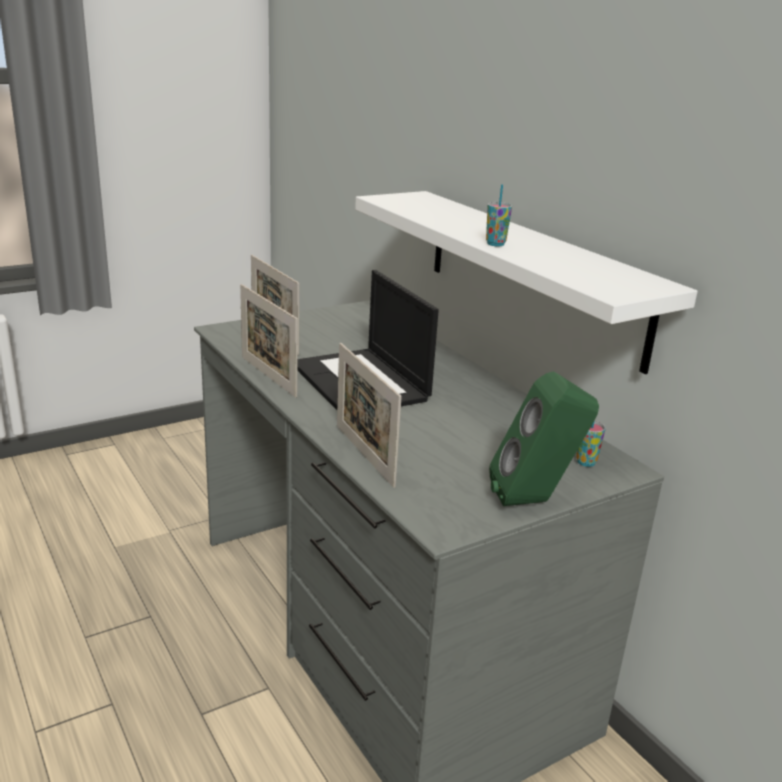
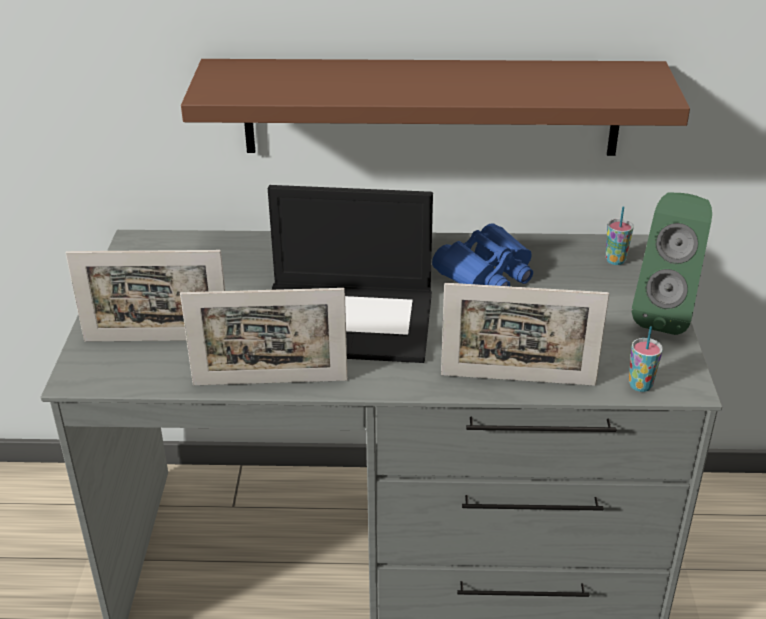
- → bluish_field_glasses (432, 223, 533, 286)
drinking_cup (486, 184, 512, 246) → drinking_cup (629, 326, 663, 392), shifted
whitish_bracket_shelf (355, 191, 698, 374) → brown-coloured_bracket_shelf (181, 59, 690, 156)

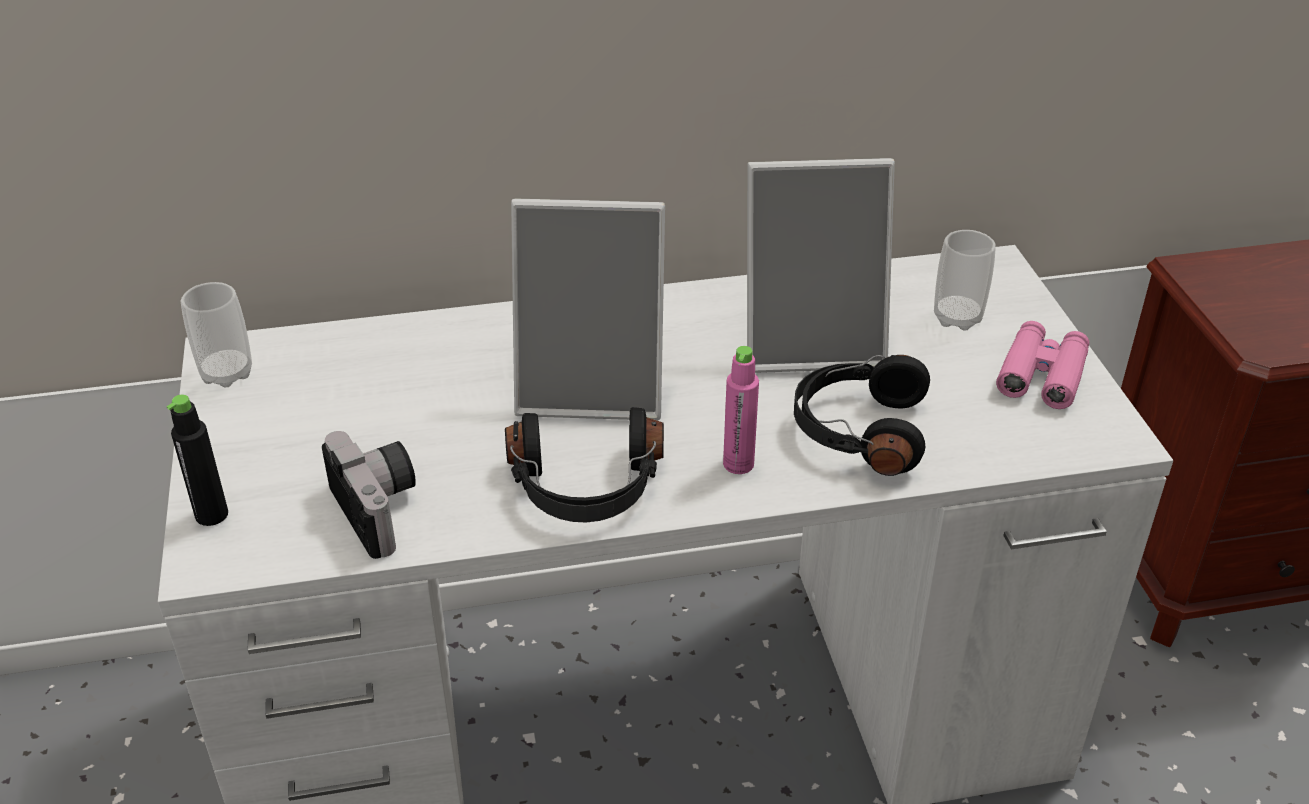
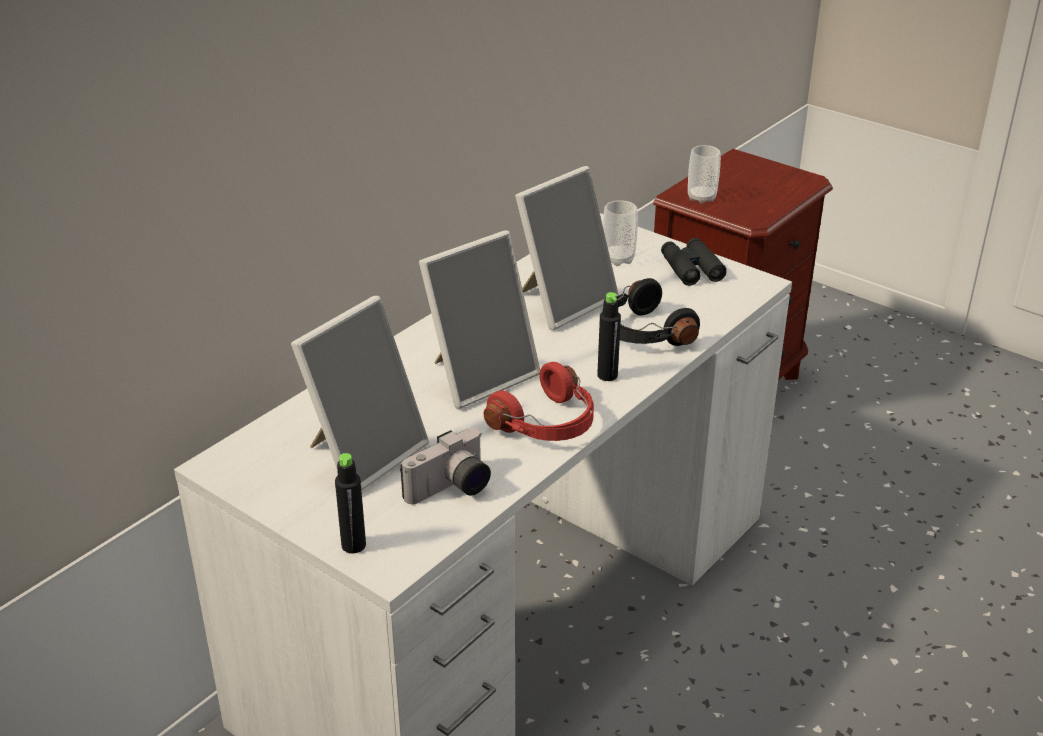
- → photo_frame (291, 296, 429, 491)
drinking_cup (180, 282, 252, 388) → drinking_cup (688, 145, 721, 204), shifted
black_headphones (505, 407, 664, 522) → red_headphones (484, 362, 594, 441)
pink_beverage_bottle (723, 346, 759, 474) → black_beverage_bottle (597, 292, 621, 381)
pink_field_glasses (996, 321, 1089, 409) → black_field_glasses (661, 238, 727, 286)
photo_camera (322, 431, 416, 559) → photo_camera (400, 428, 491, 504), 120 degrees clockwise

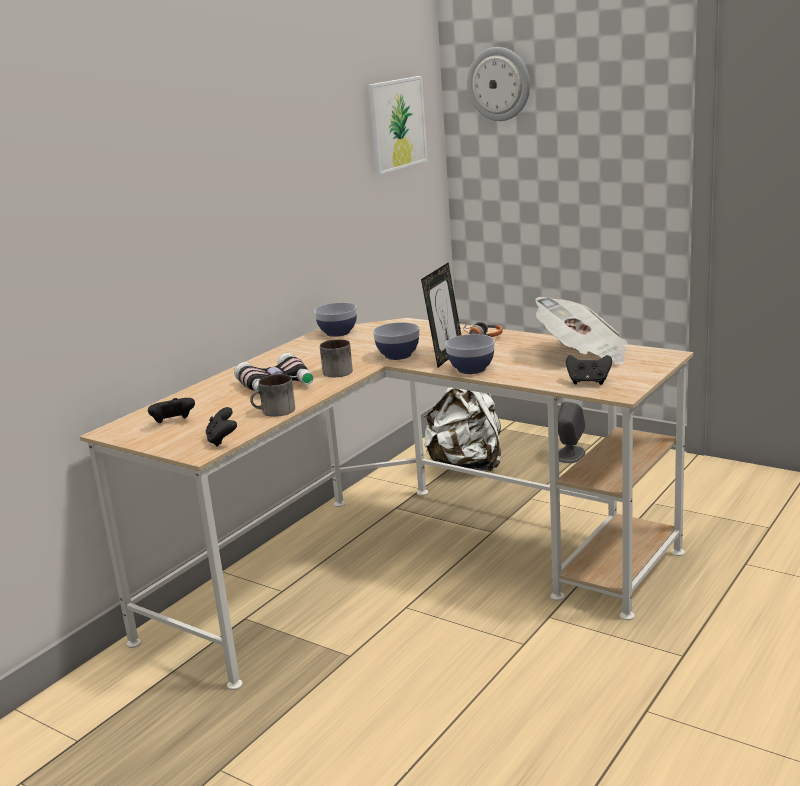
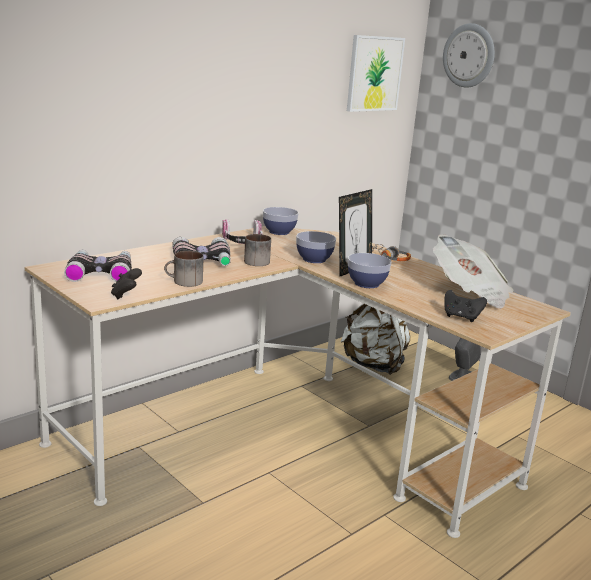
- → headphones (222, 219, 263, 244)
black_joypad (148, 398, 195, 423) → field_glasses (64, 250, 132, 282)

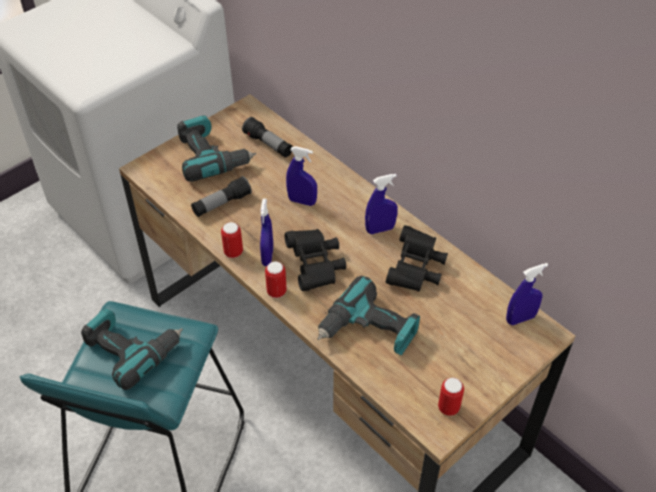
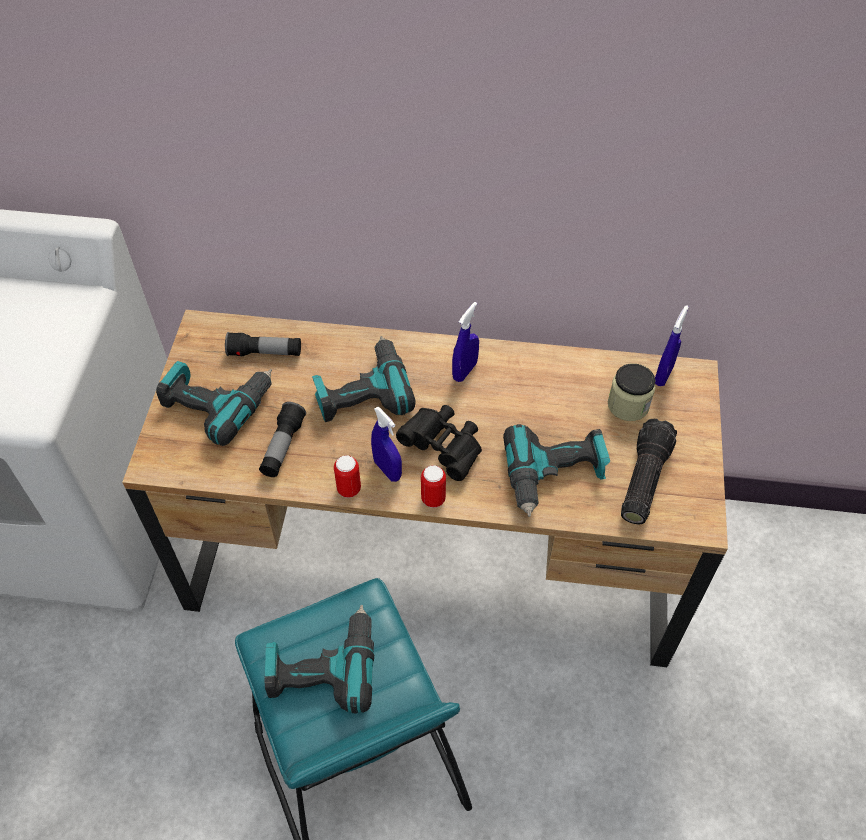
black_field_glasses (386, 225, 448, 292) → -
sealed_can (438, 378, 464, 416) → -
- → storage_jar (608, 364, 655, 421)
- → flashlight (621, 419, 677, 524)
bluish_spray_bottle (286, 146, 317, 206) → electric_drill (312, 336, 416, 422)

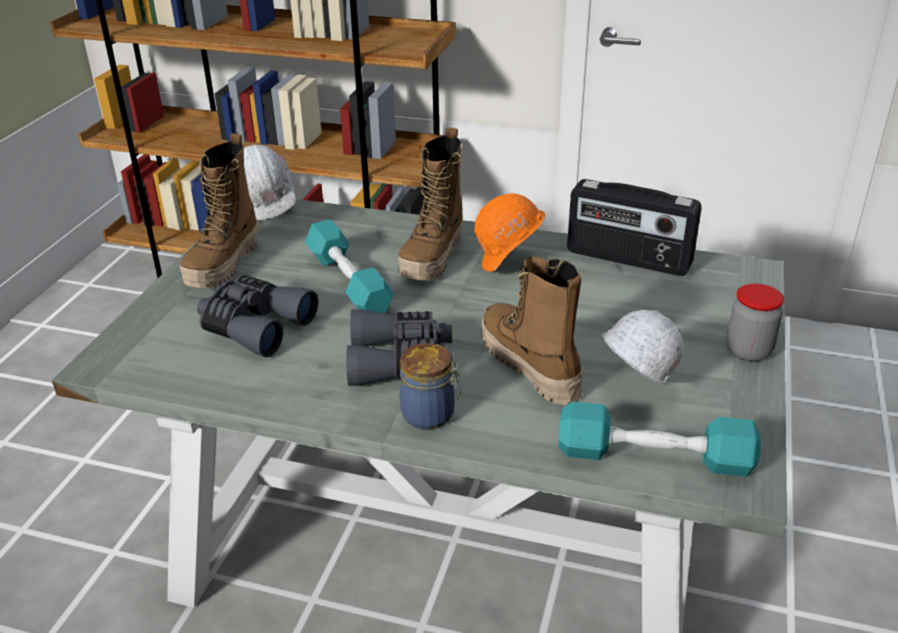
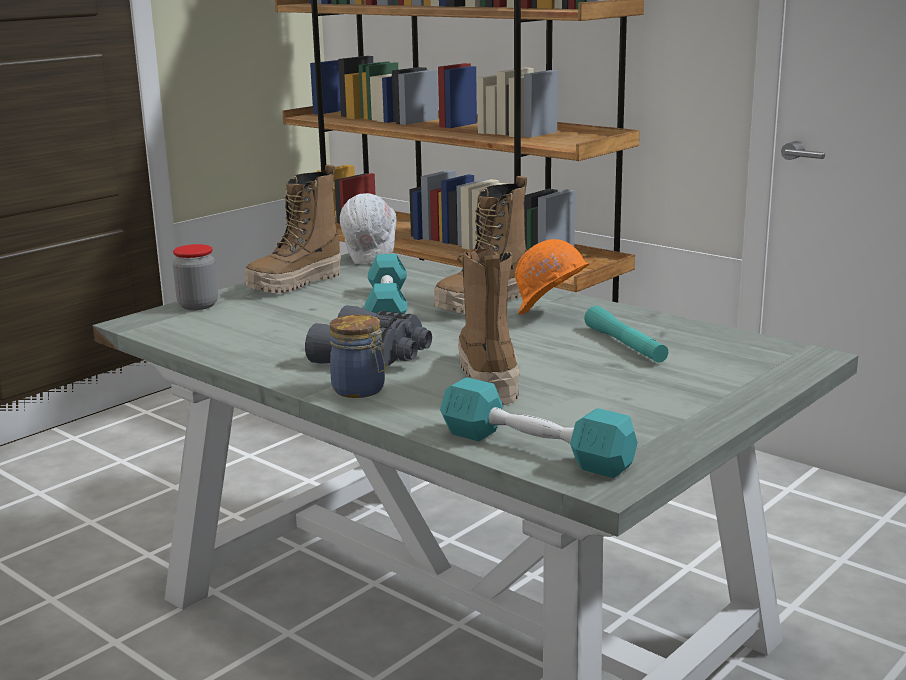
gray_field_glasses (197, 275, 319, 358) → -
radio_set (567, 179, 702, 276) → -
whitish_work_helmet (602, 310, 684, 384) → -
- → turquoise-coloured_flashlight (584, 306, 668, 363)
storage_jar (726, 284, 784, 362) → storage_jar (173, 244, 218, 310), shifted

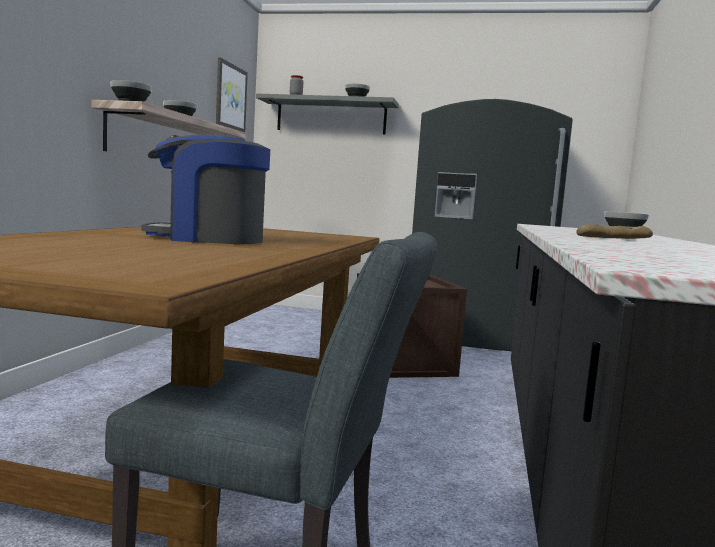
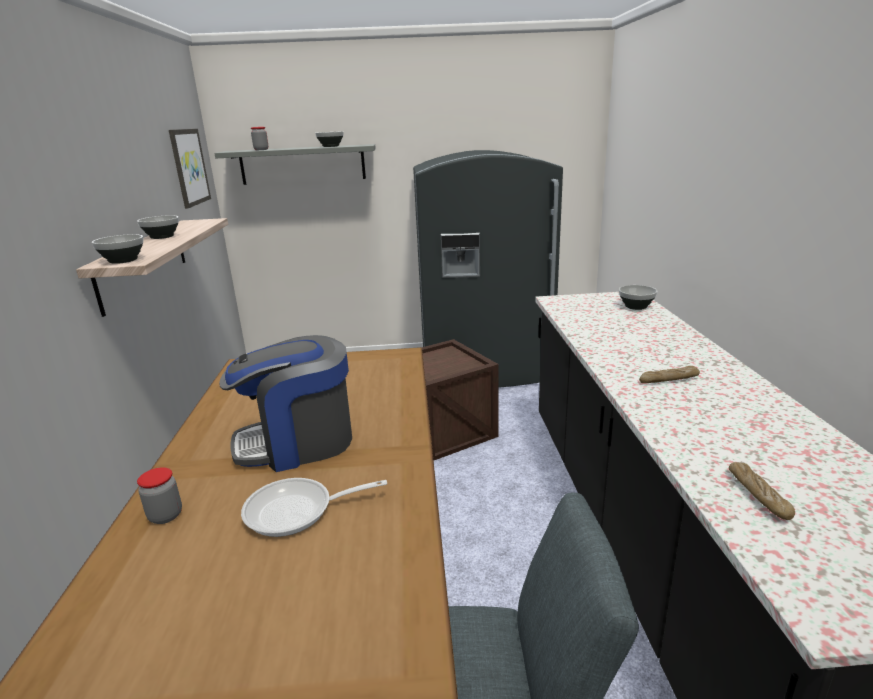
- → storage_jar (137, 467, 182, 524)
- → pan (241, 478, 387, 537)
- → bakery_bread (729, 462, 795, 520)

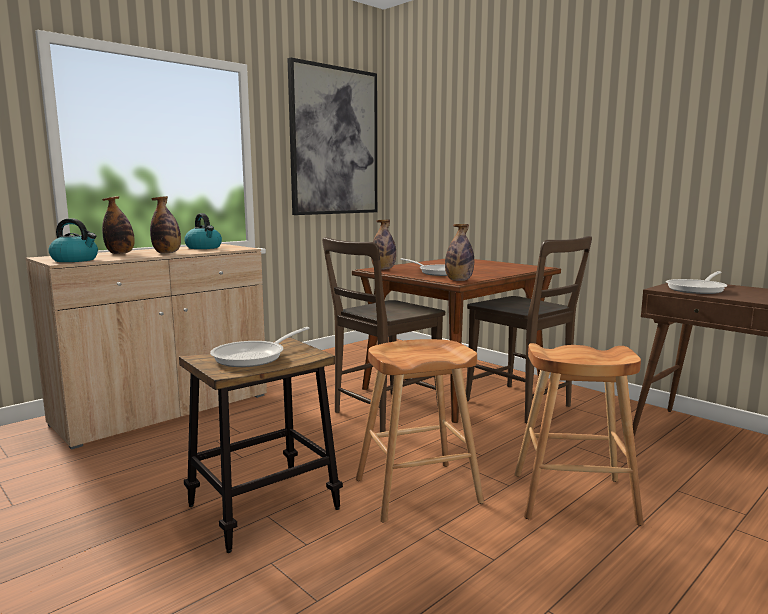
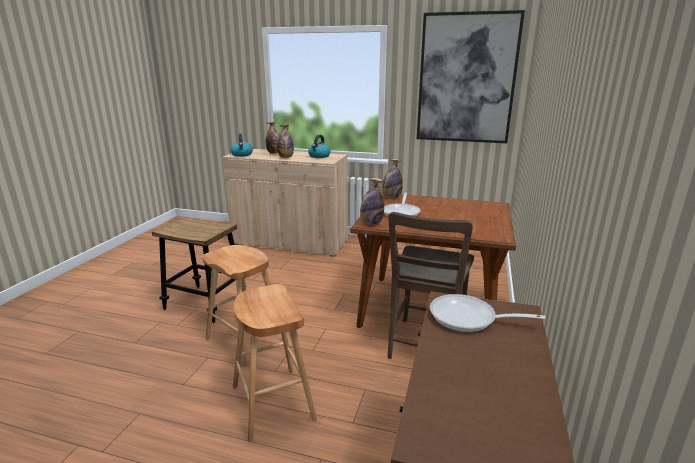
pan (210, 327, 310, 367) → -
brown-coloured_plain_chair (322, 237, 445, 432) → -

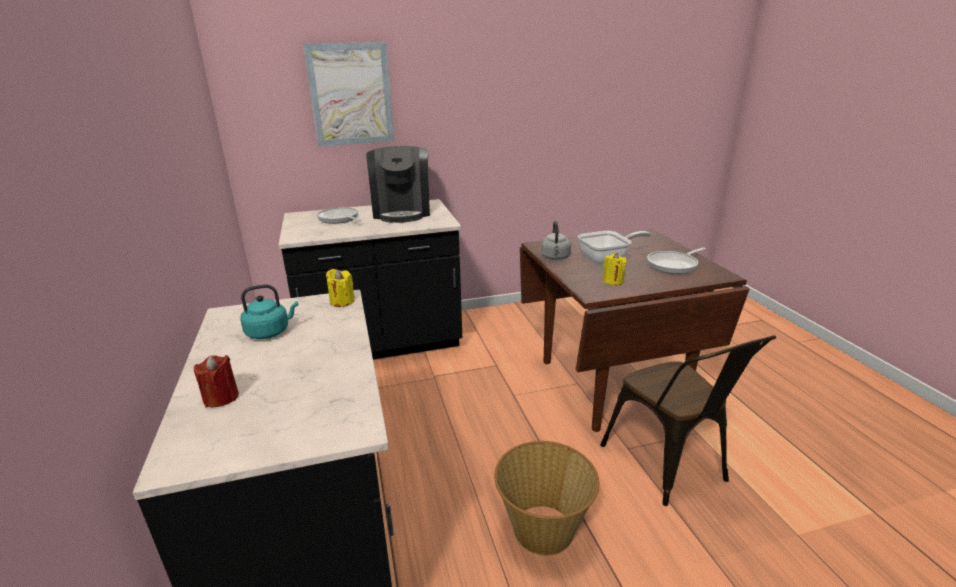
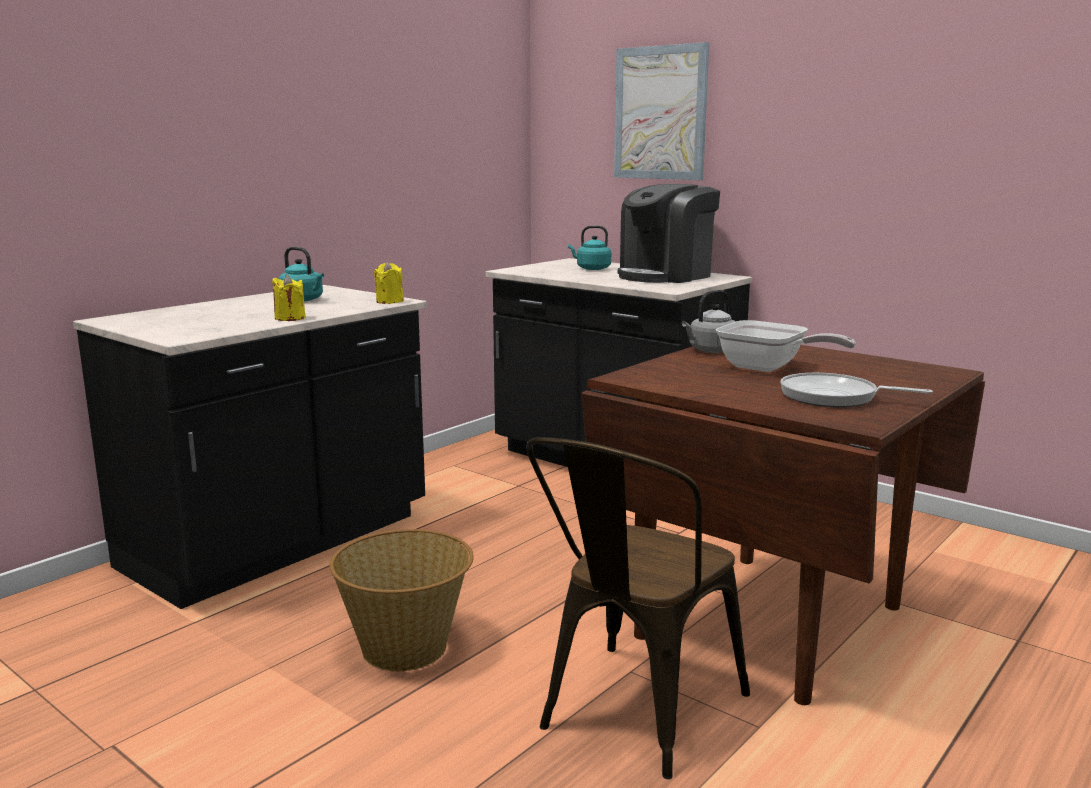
red_wax_light (194, 355, 239, 408) → -
yellow-coloured_wax_light (603, 253, 627, 285) → yellow-coloured_wax_light (272, 275, 305, 321), shifted
pan (317, 207, 362, 224) → turquoise-coloured_water_kettle (568, 225, 611, 270)

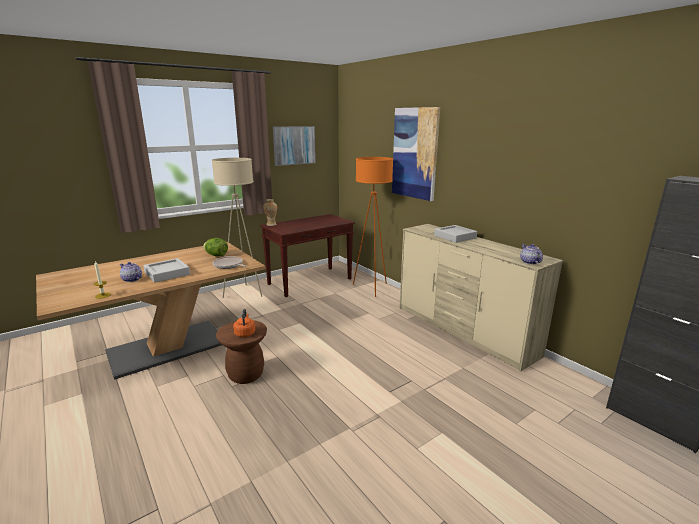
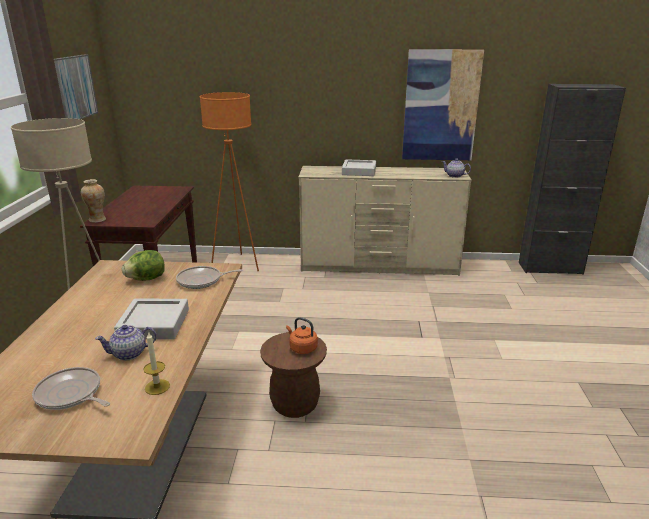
- → pan (32, 367, 110, 410)
wall_art (392, 107, 440, 201) → wall_art (402, 49, 484, 160), shifted

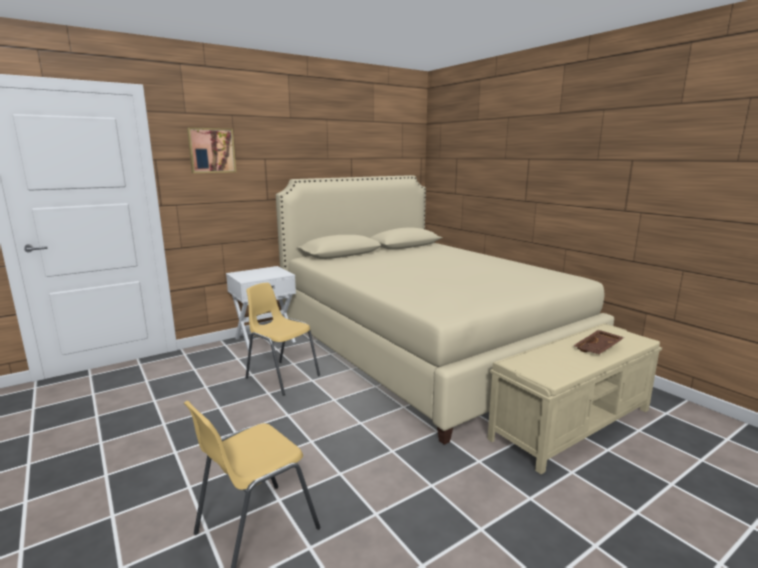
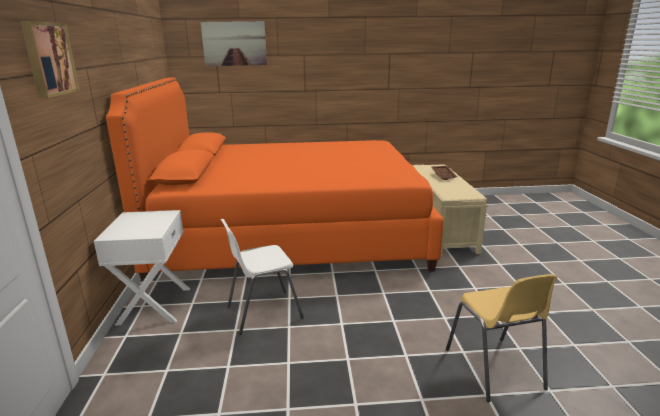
- → wall_art (201, 21, 267, 66)
yellow-coloured_plain_chair (245, 283, 320, 396) → whitish_plain_chair (221, 219, 304, 335)
beige-coloured_sleeping_bed (276, 175, 614, 445) → orange_sleeping_bed (106, 77, 444, 284)

